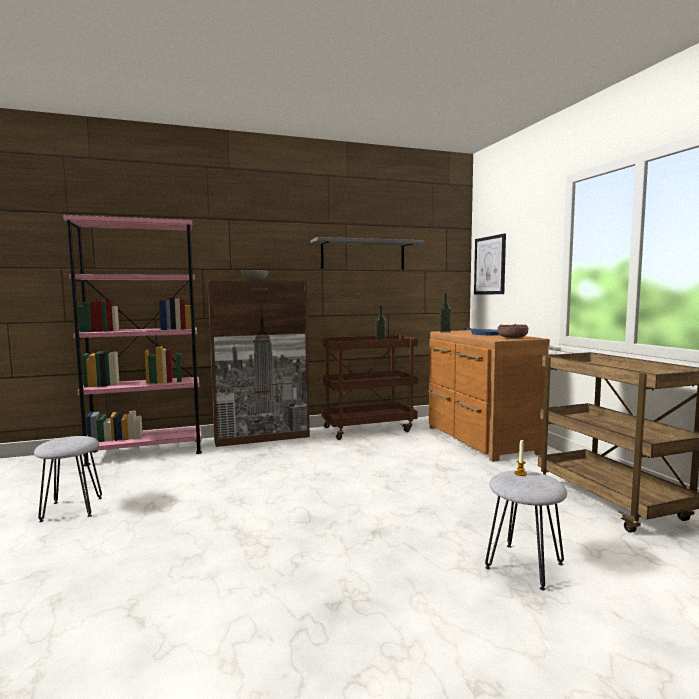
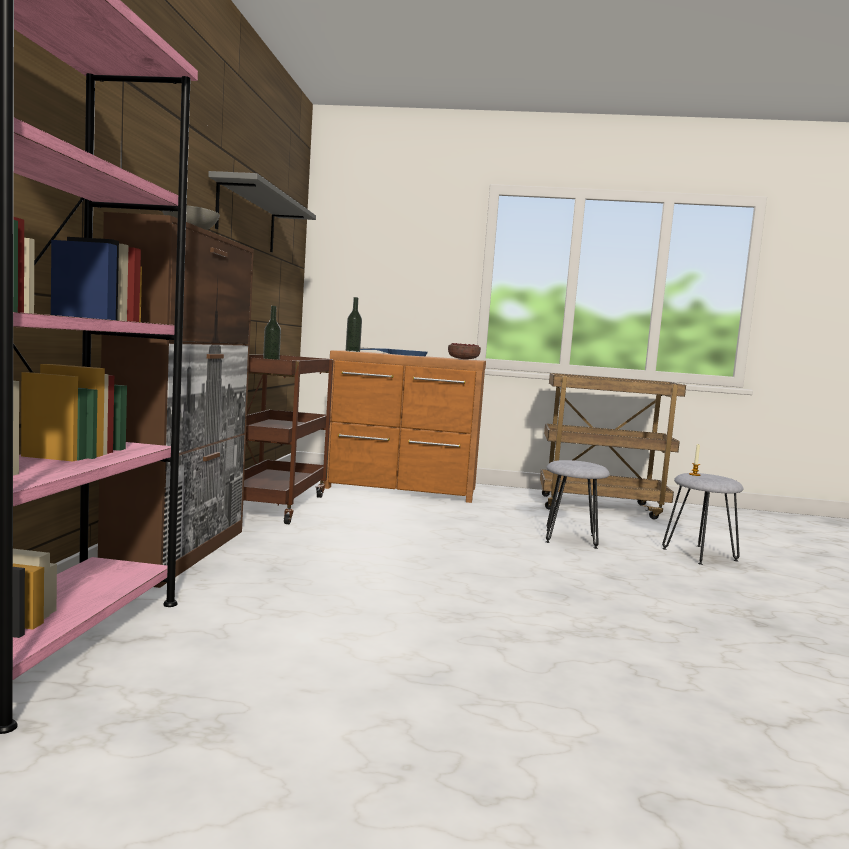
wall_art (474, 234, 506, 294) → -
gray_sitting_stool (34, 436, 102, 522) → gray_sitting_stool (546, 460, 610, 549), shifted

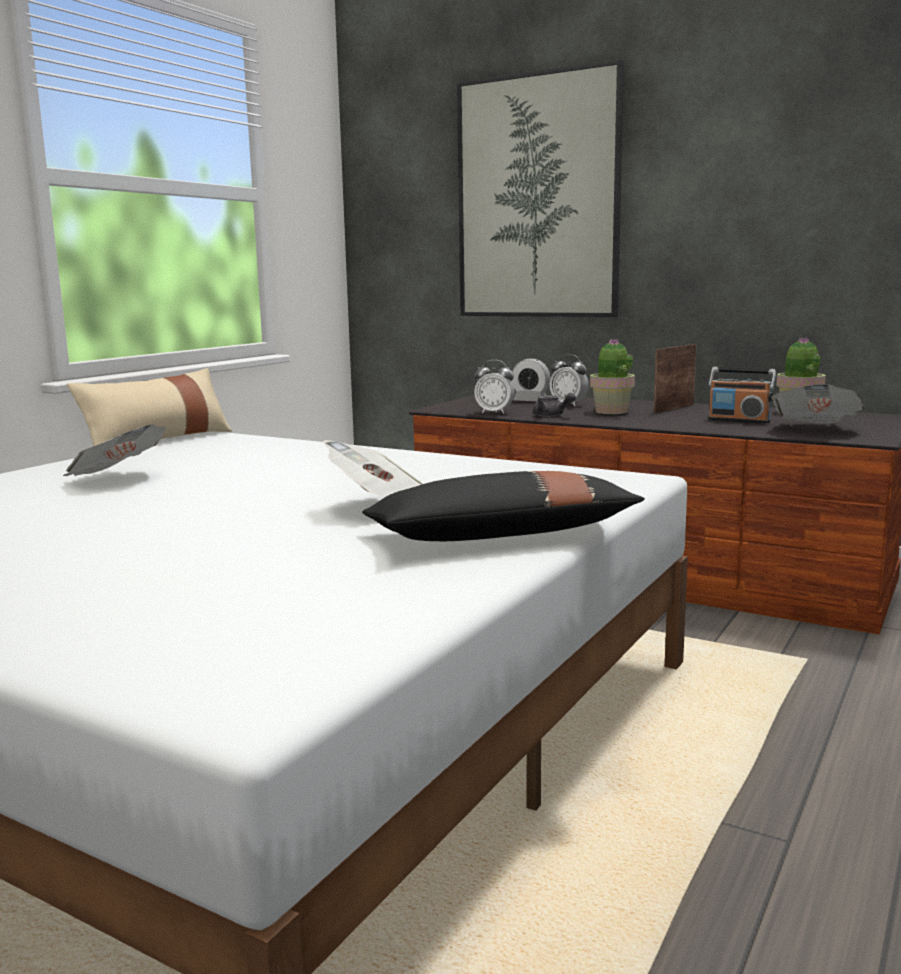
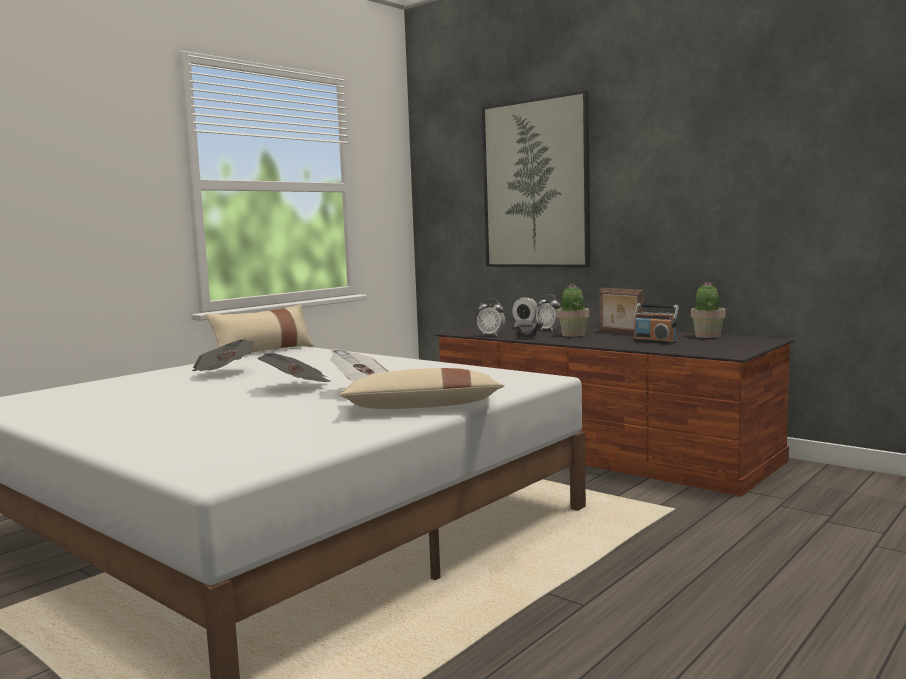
daily_paper (771, 384, 865, 424) → daily_paper (257, 353, 331, 382), shifted
black_pillow (362, 471, 645, 541) → beige-coloured_pillow (340, 368, 504, 409)
photo_frame (654, 344, 696, 414) → photo_frame (599, 288, 643, 335), 90 degrees counterclockwise

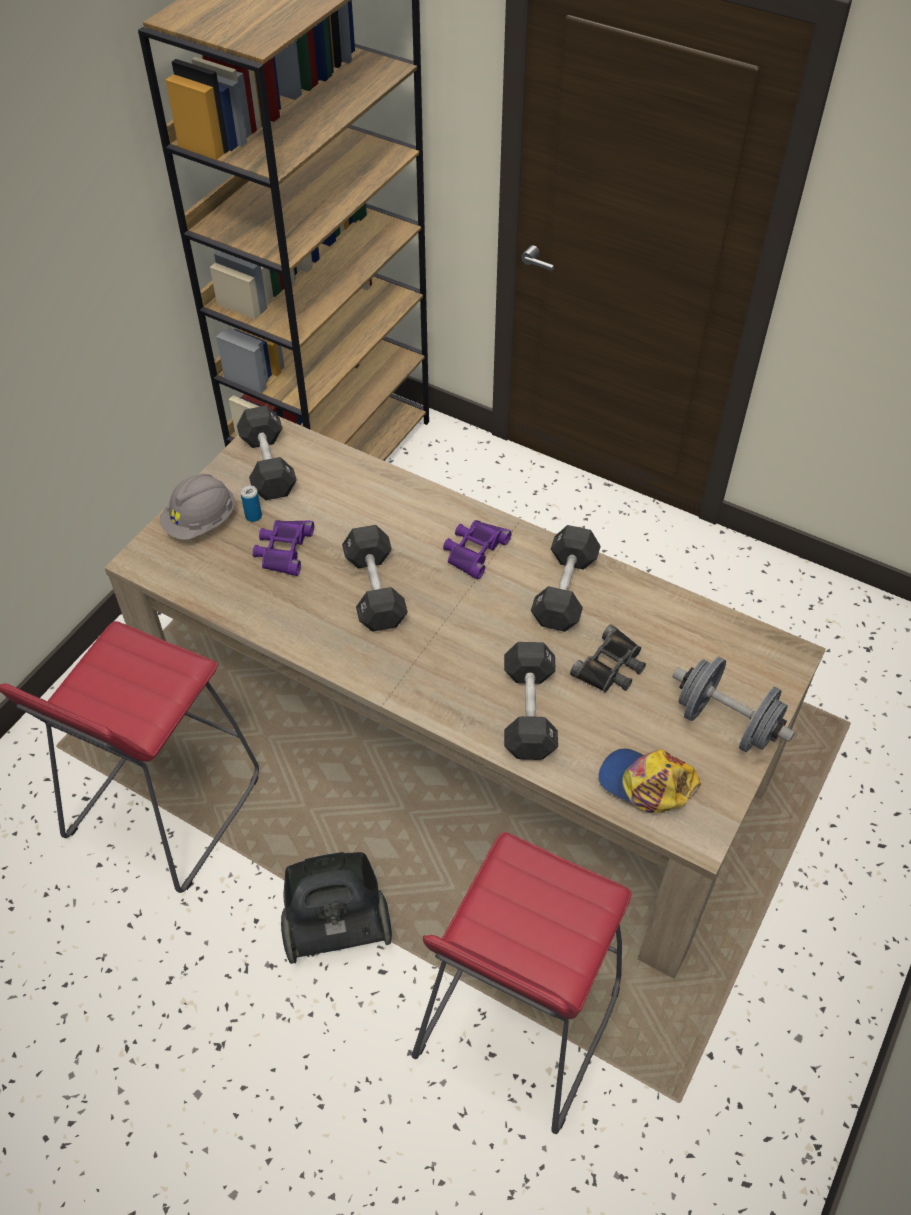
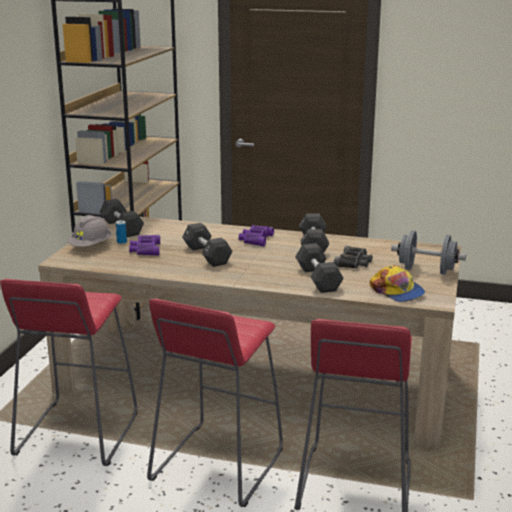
vacuum (281, 852, 392, 964) → red_sitting_stool (147, 299, 283, 507)
baseball_cap (599, 749, 701, 813) → baseball_cap (370, 265, 425, 302), 135 degrees counterclockwise

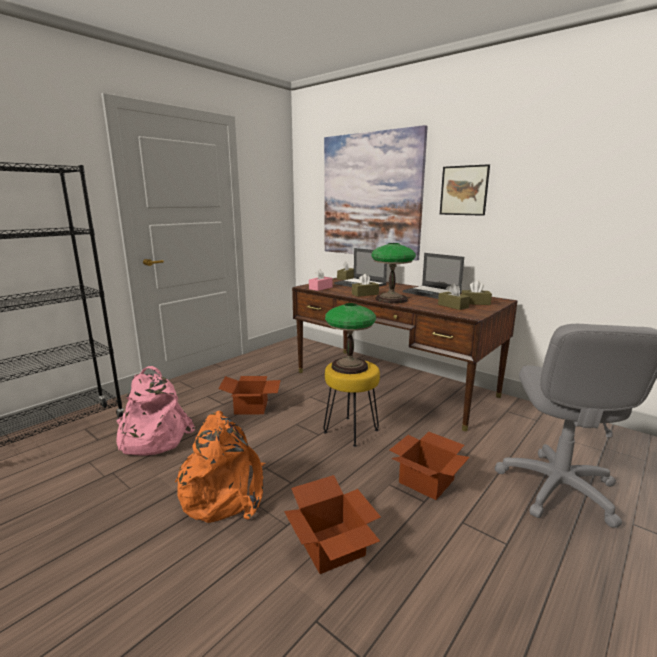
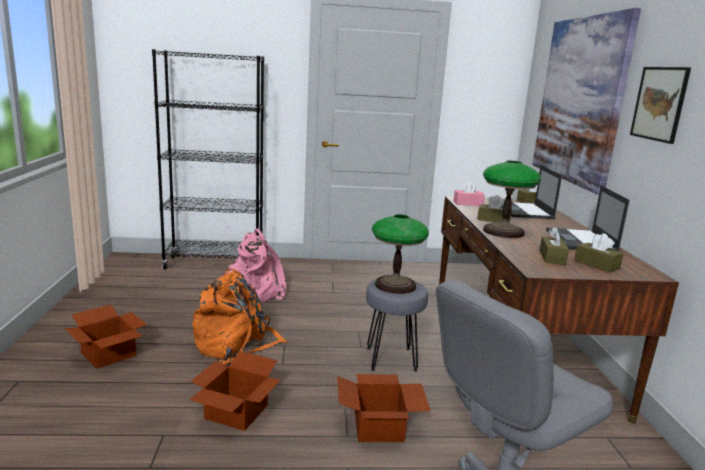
packing_box (218, 376, 281, 415) → packing_box (65, 305, 147, 369), shifted
yellow-coloured_sitting_stool (323, 360, 380, 447) → gray_sitting_stool (366, 280, 428, 372)

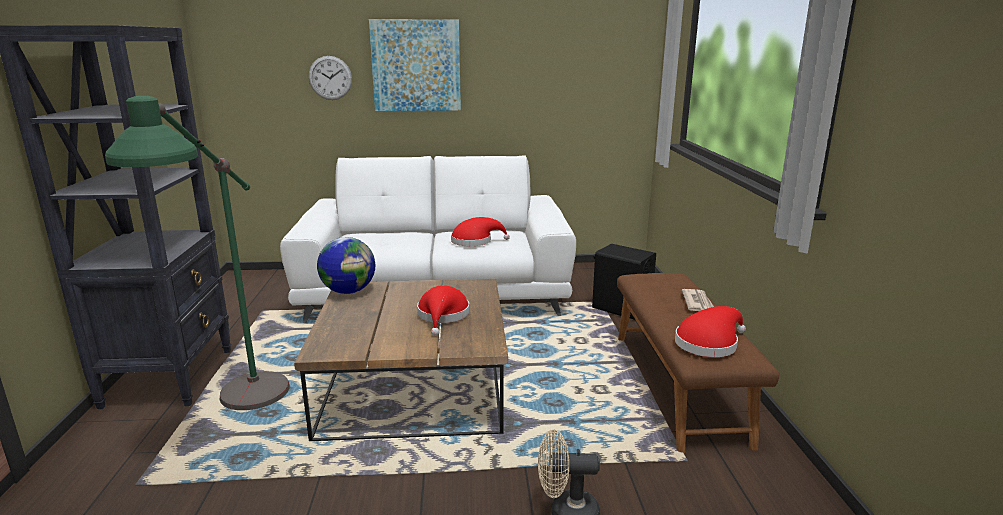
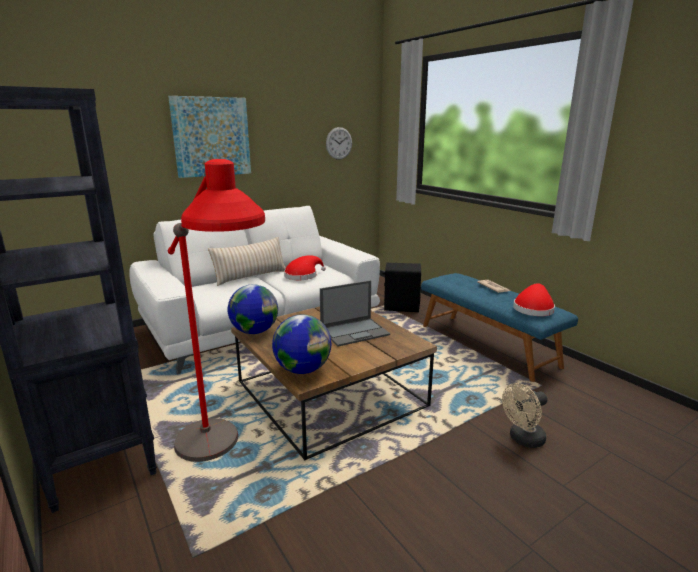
- → beige-coloured_pillow (208, 237, 286, 286)
- → globe (272, 314, 331, 374)
hanging_clock (309, 56, 352, 100) → hanging_clock (326, 127, 352, 160), shifted
red_hat (417, 285, 470, 336) → laptop (320, 280, 390, 347)
green_standing_lamp (105, 96, 290, 410) → red_standing_lamp (168, 159, 265, 462)
brown-coloured_long_seat (617, 273, 779, 453) → bluish_long_seat (421, 273, 578, 382)

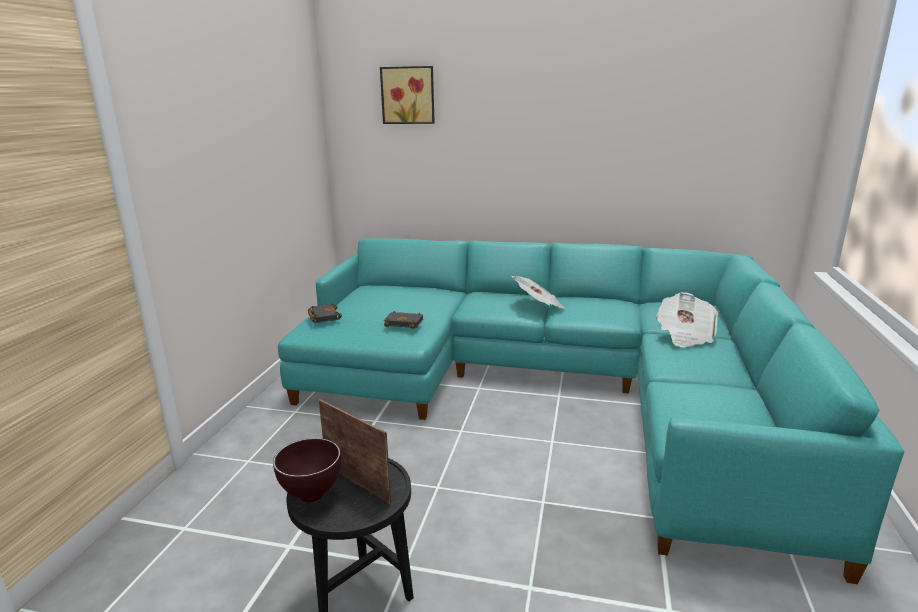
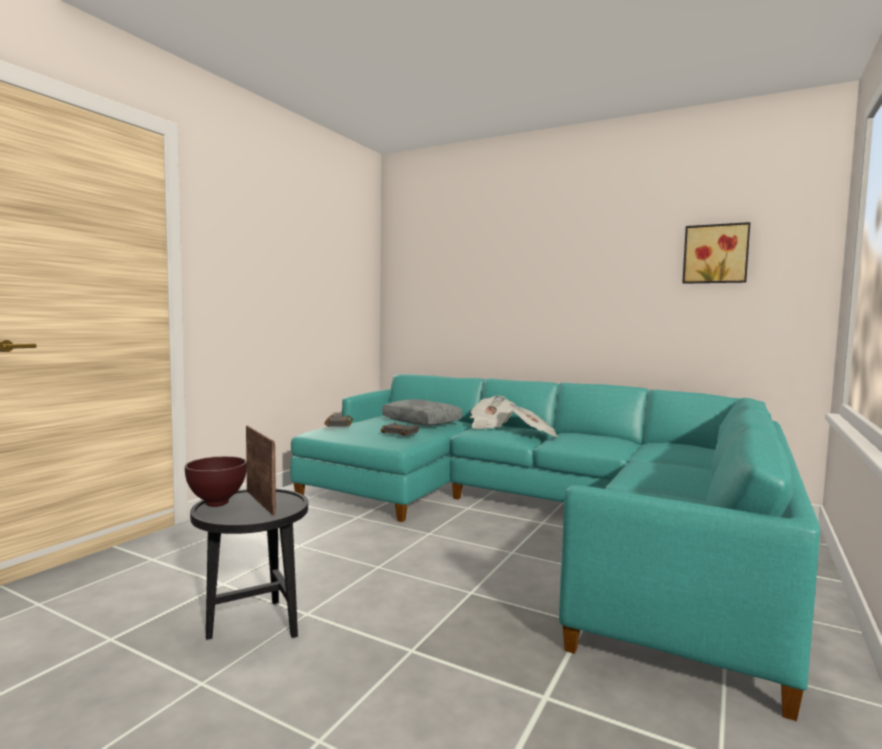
- → gray_pillow (382, 399, 462, 426)
wall_art (380, 66, 435, 124) → wall_art (682, 222, 751, 284), shifted
daily_paper (656, 292, 718, 347) → daily_paper (470, 396, 515, 429), shifted

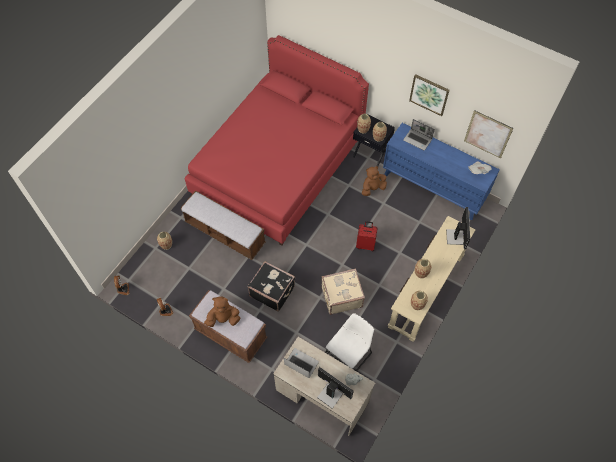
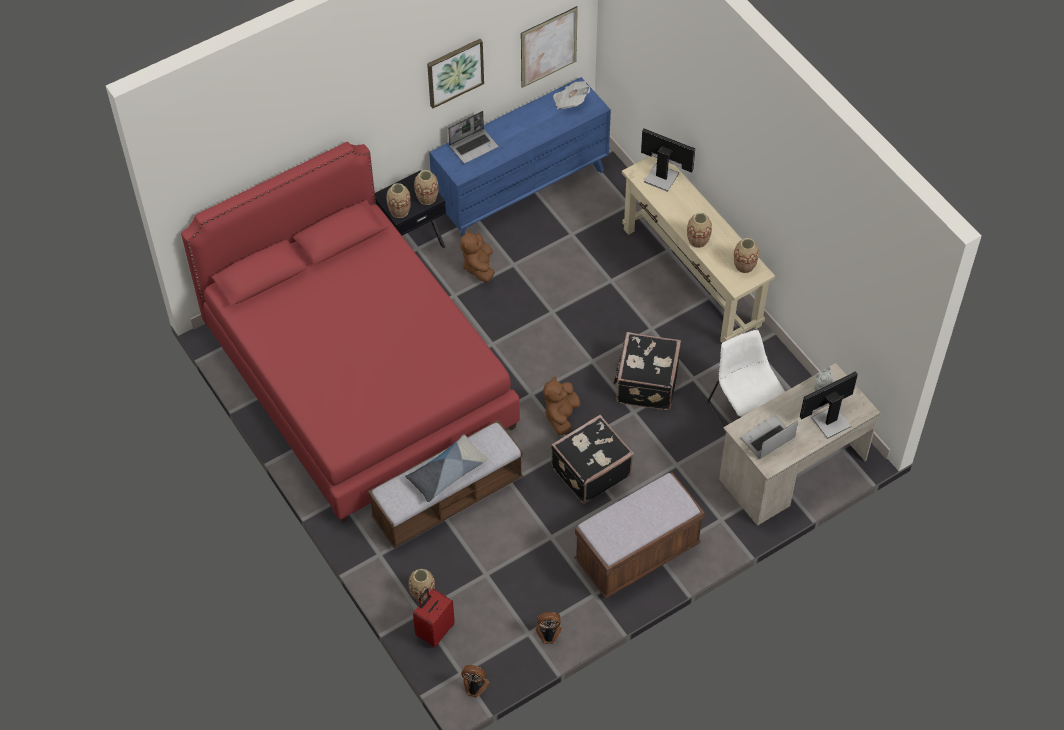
- → pillow (405, 434, 489, 502)
brown-coloured_plush_toy (204, 296, 240, 327) → brown-coloured_plush_toy (543, 376, 580, 435), shifted
red_travel_case (356, 221, 378, 251) → red_travel_case (413, 588, 455, 647), shifted
beige-coloured_travel_case (321, 268, 365, 315) → black_travel_case (613, 332, 681, 410)

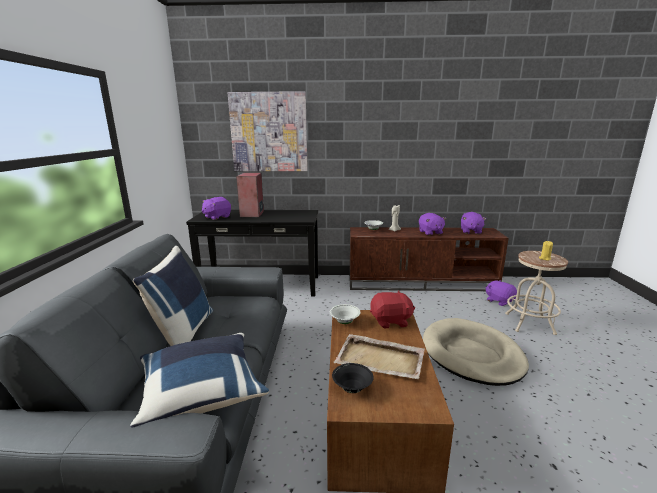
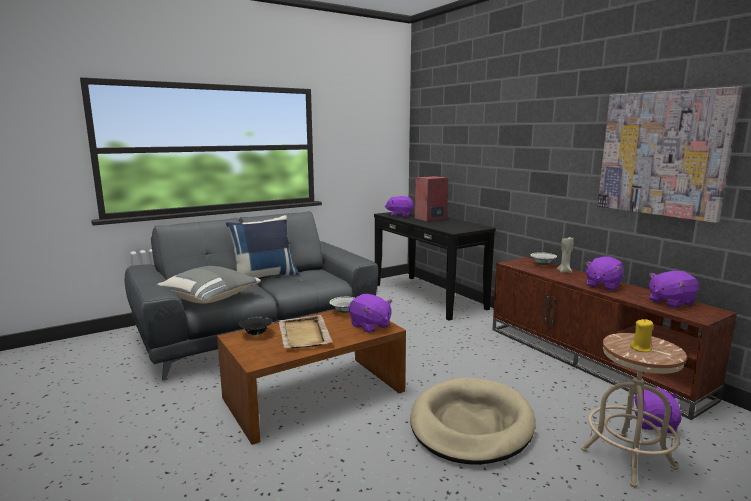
wall_art (228, 91, 308, 171) → wall_art (598, 86, 742, 223), shifted
bluish_pillow (130, 333, 269, 428) → gray_pillow (156, 266, 261, 304)
red_plush_toy (370, 290, 415, 329) → purplish_plush_toy (349, 294, 392, 333)

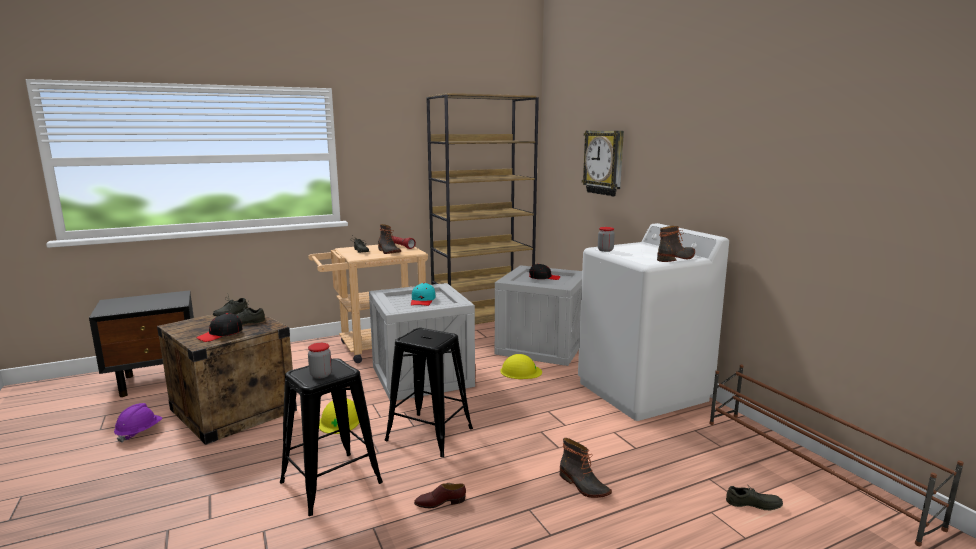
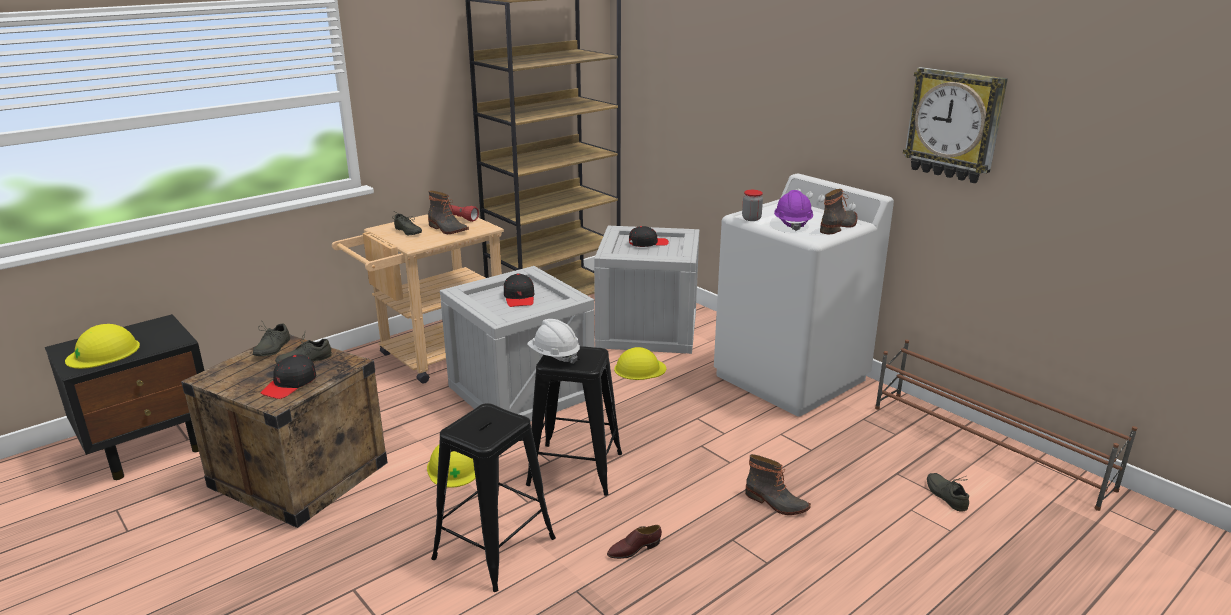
storage_jar (308, 343, 332, 379) → -
- → yellow-coloured_work_helmet (65, 324, 140, 369)
- → whitish_work_helmet (527, 319, 580, 364)
purplish_work_helmet (114, 403, 162, 443) → purplish_work_helmet (774, 190, 813, 231), shifted
hanging_clock (582, 131, 624, 196) → hanging_clock (903, 67, 1008, 183), shifted
turquoise-coloured_baseball_cap (411, 283, 435, 306) → black_baseball_cap (504, 274, 534, 307)
gray_shoe (726, 486, 783, 510) → gray_shoe (927, 473, 969, 512), 105 degrees counterclockwise

